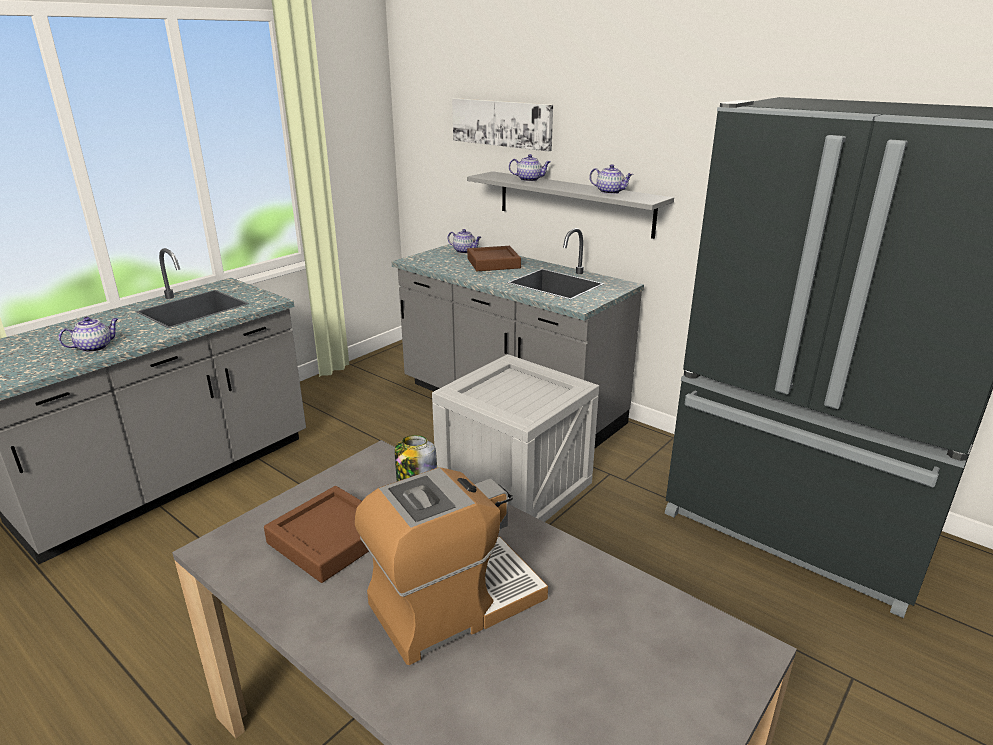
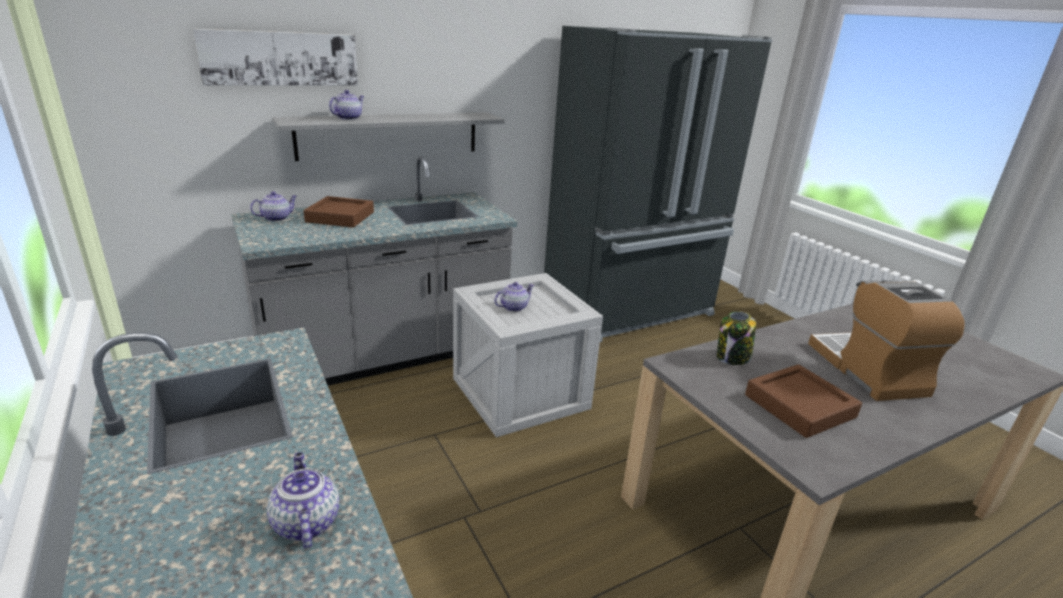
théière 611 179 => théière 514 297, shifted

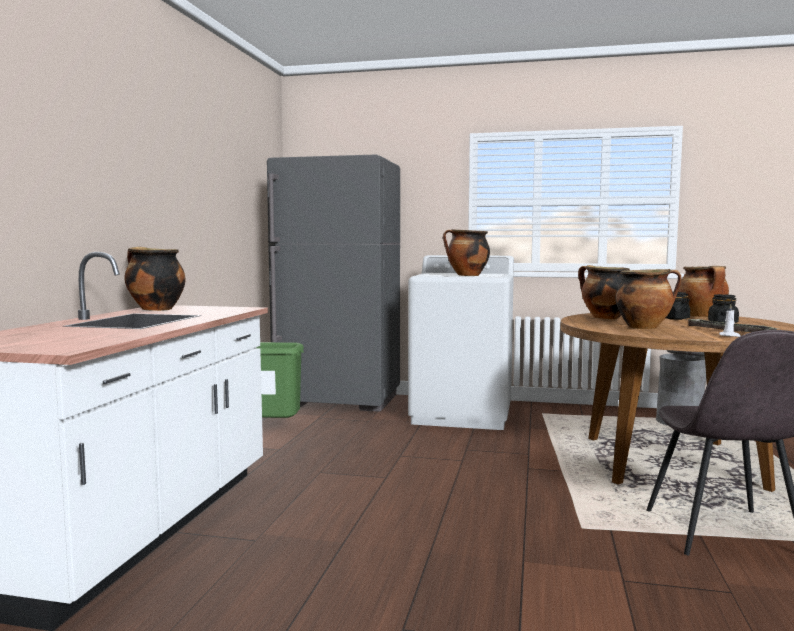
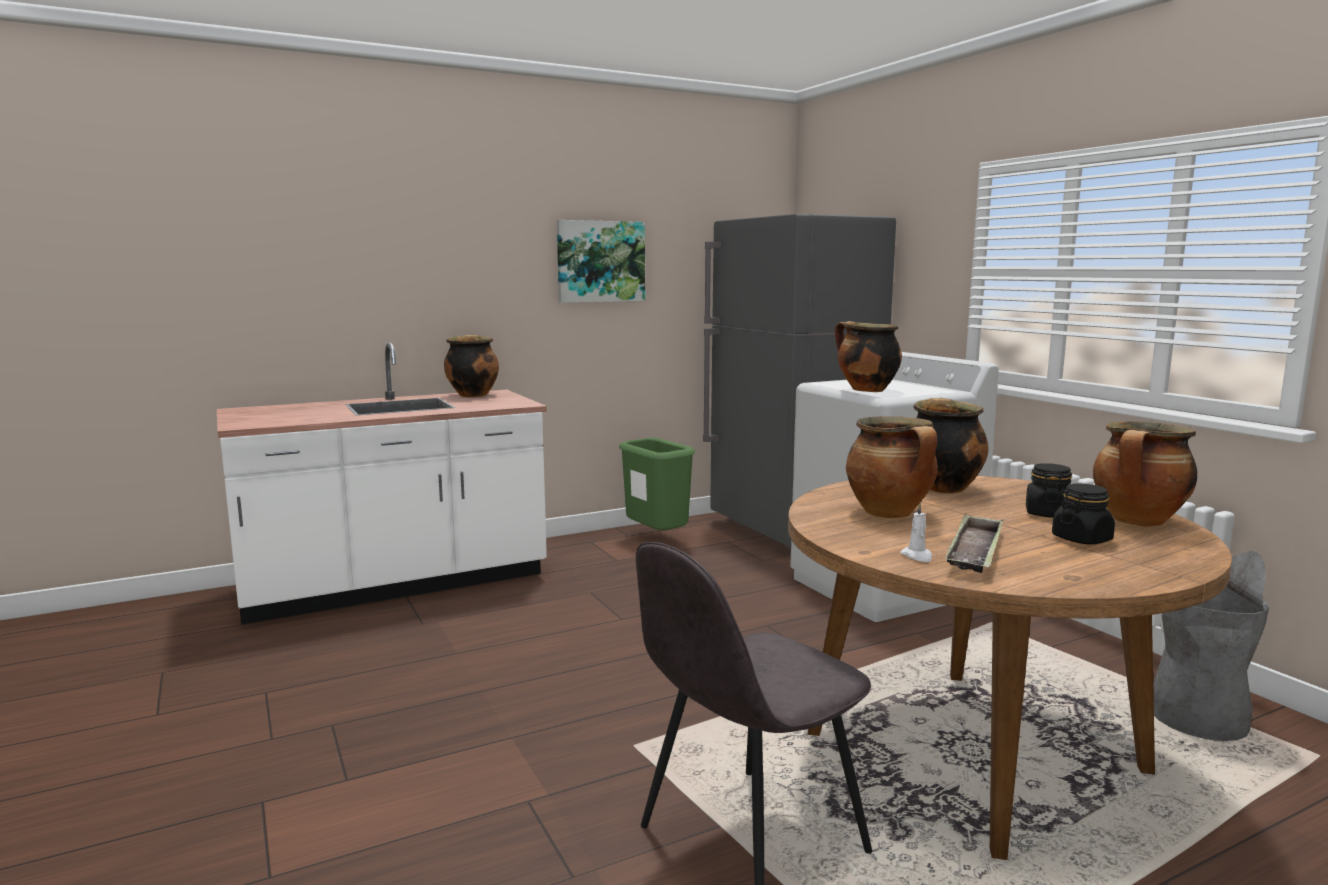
nothing => tableau 601 261

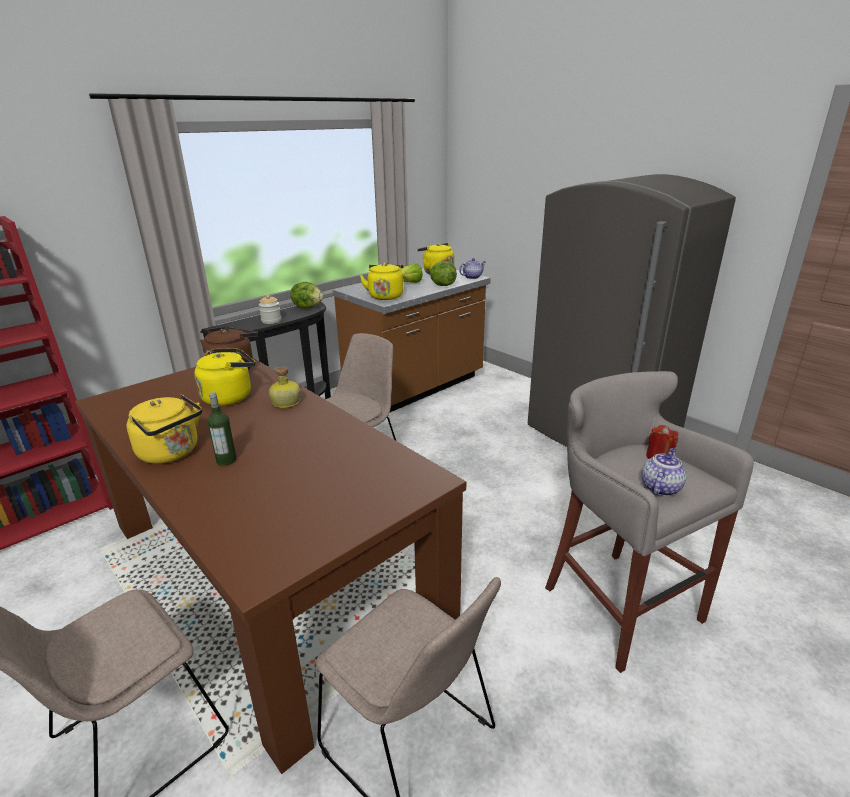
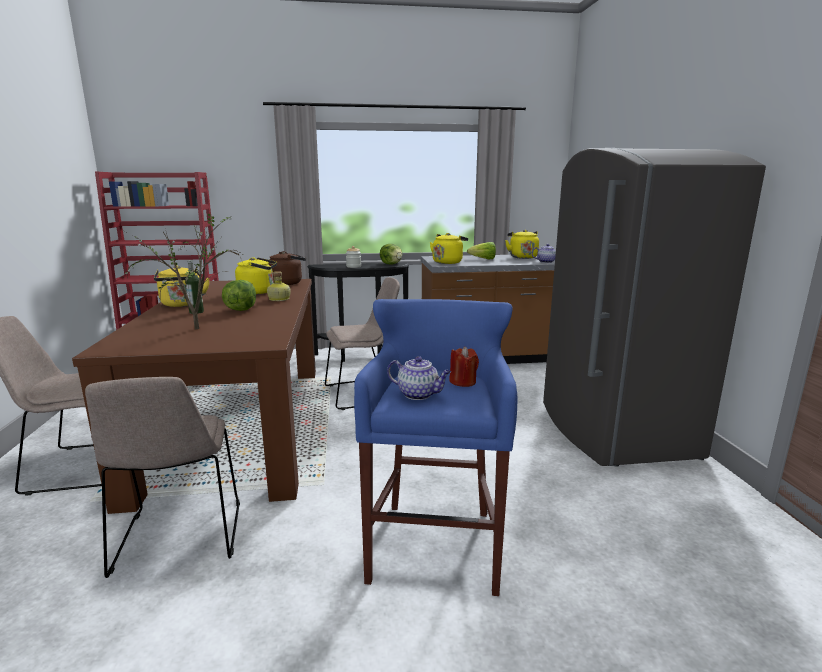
laitue 443 273 => laitue 239 295, shifted
tabouret (gris) 649 522 => tabouret (bleu) 435 447
théière 664 472 => théière 419 378, 45 degrees clockwise
nothing => plante en pot 183 271

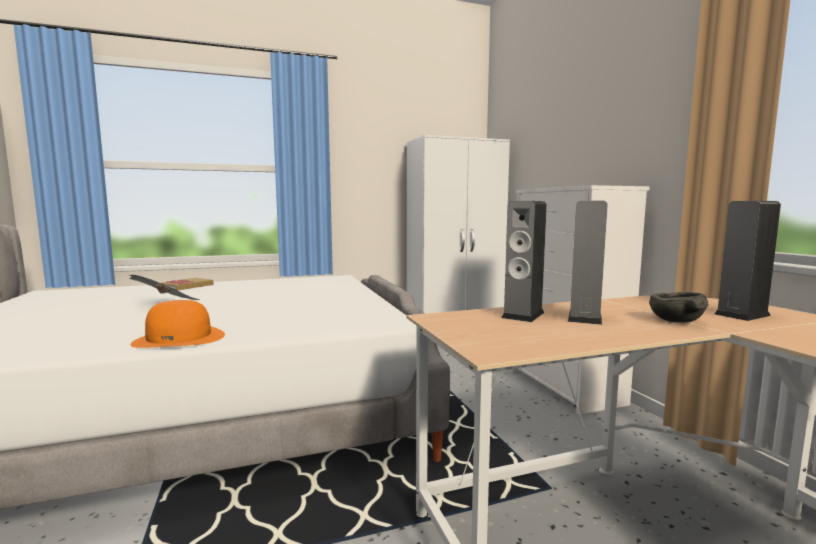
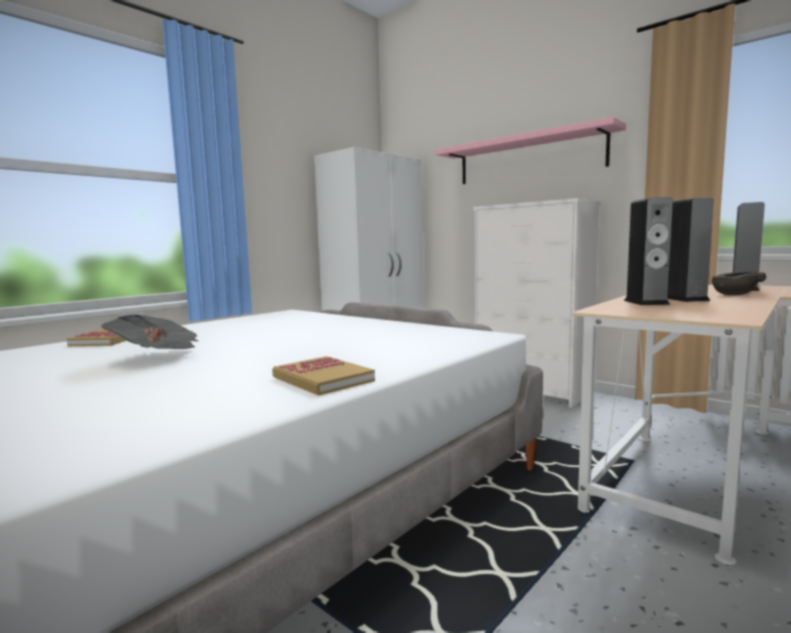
chapeau (orange) 177 324 => livre 323 375
nothing => étagère (rose) 530 150

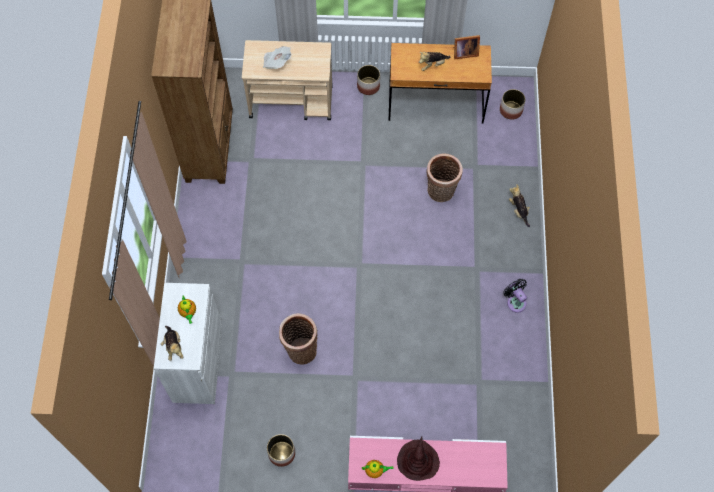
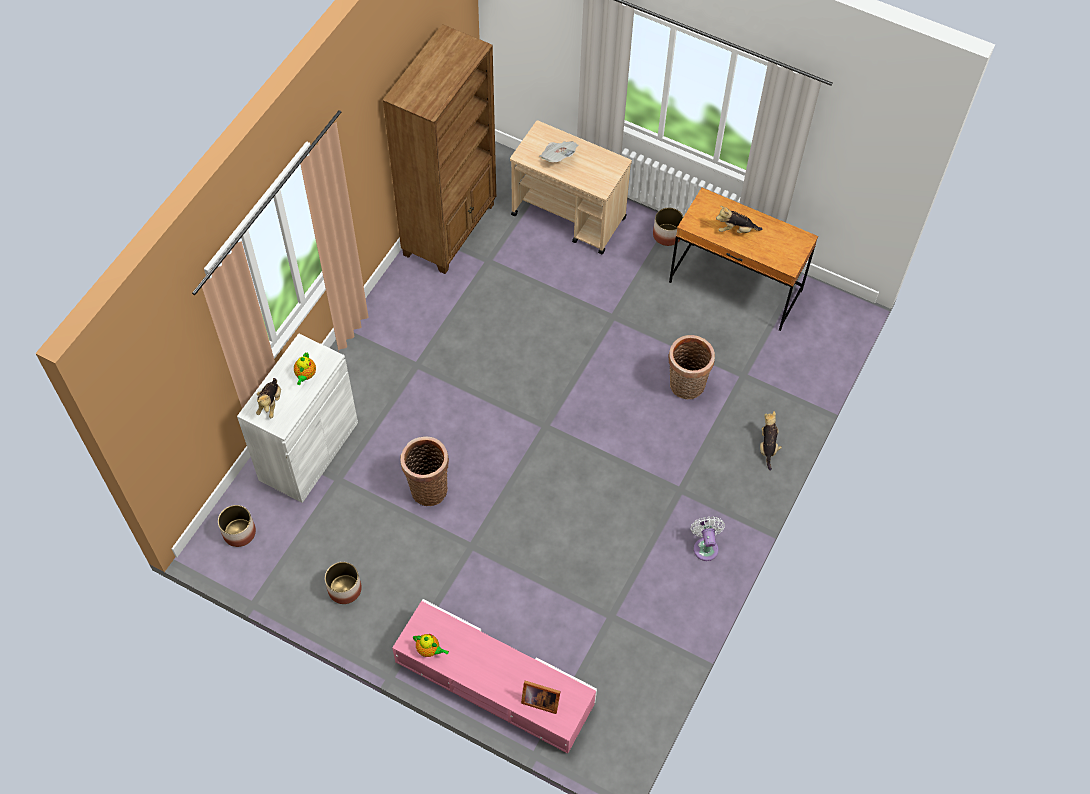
chapeau (marron) 418 458 => nothing
cadre photo 466 47 => cadre photo 541 697, shifted
cache-pot 513 104 => cache-pot 237 526, shifted
ventilateur (noir) 515 296 => ventilateur (blanc) 707 539

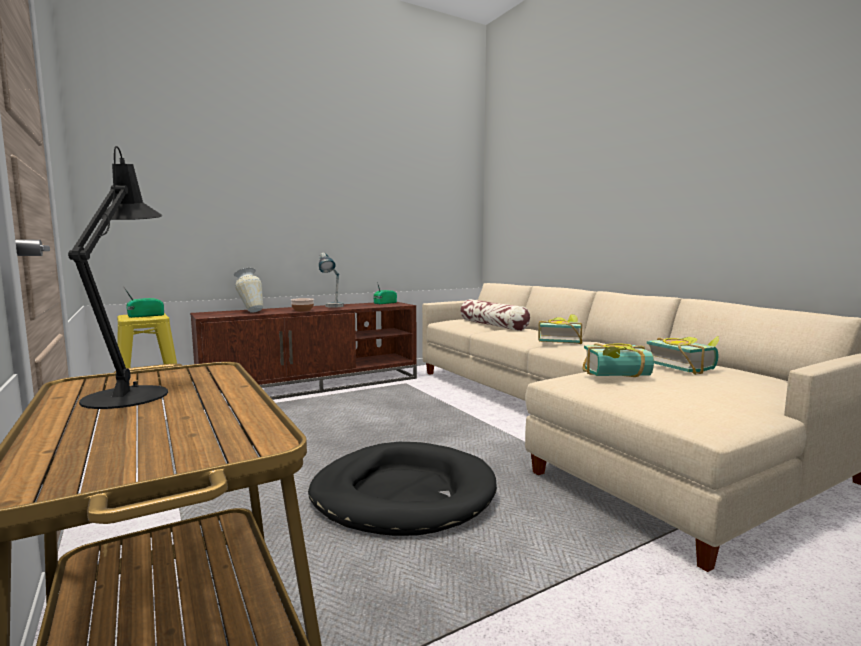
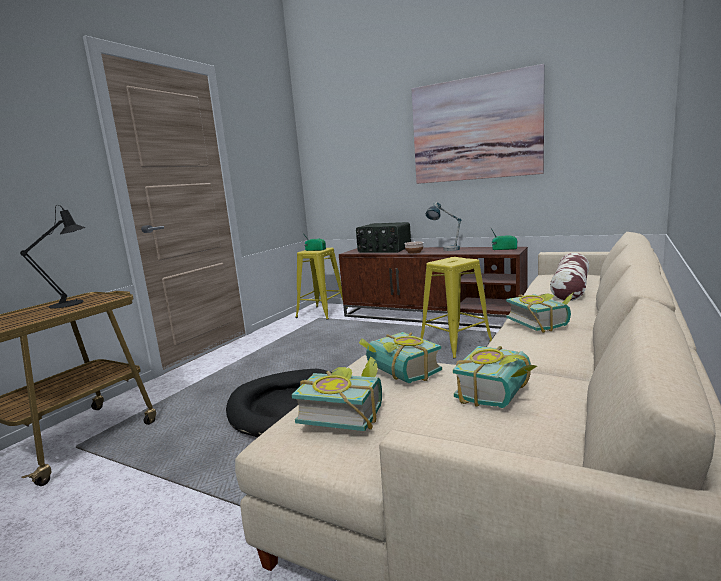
vase 248 290 => radio 383 237
nothing => livre 337 394
nothing => tableau 478 124
nothing => tabouret (jaune) 456 308

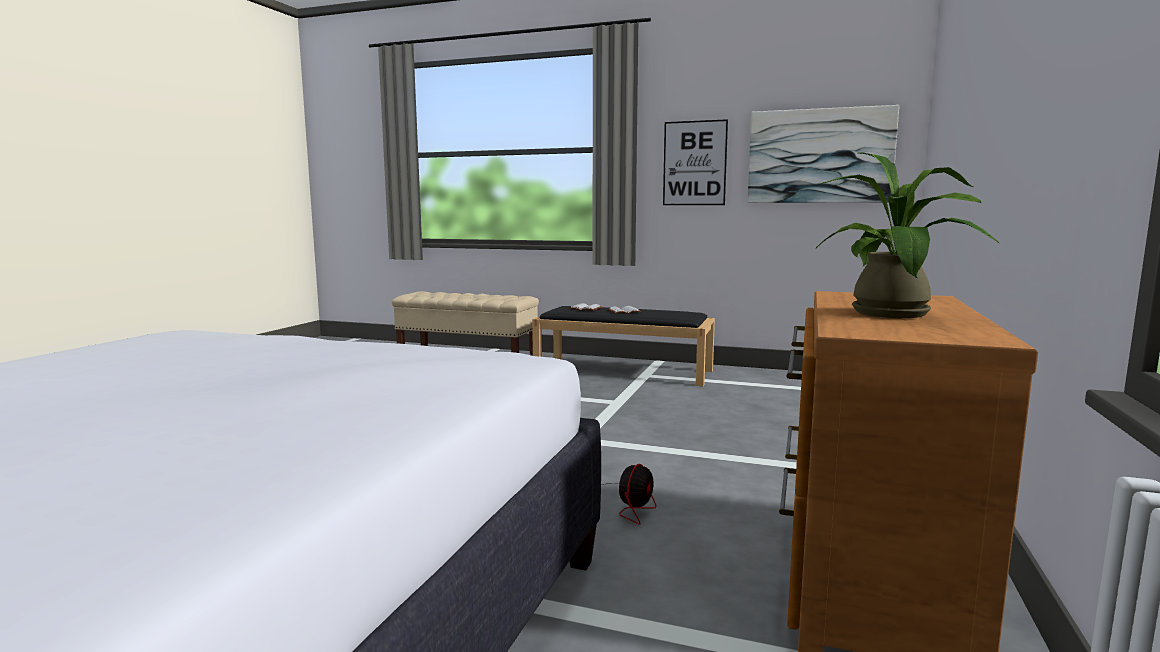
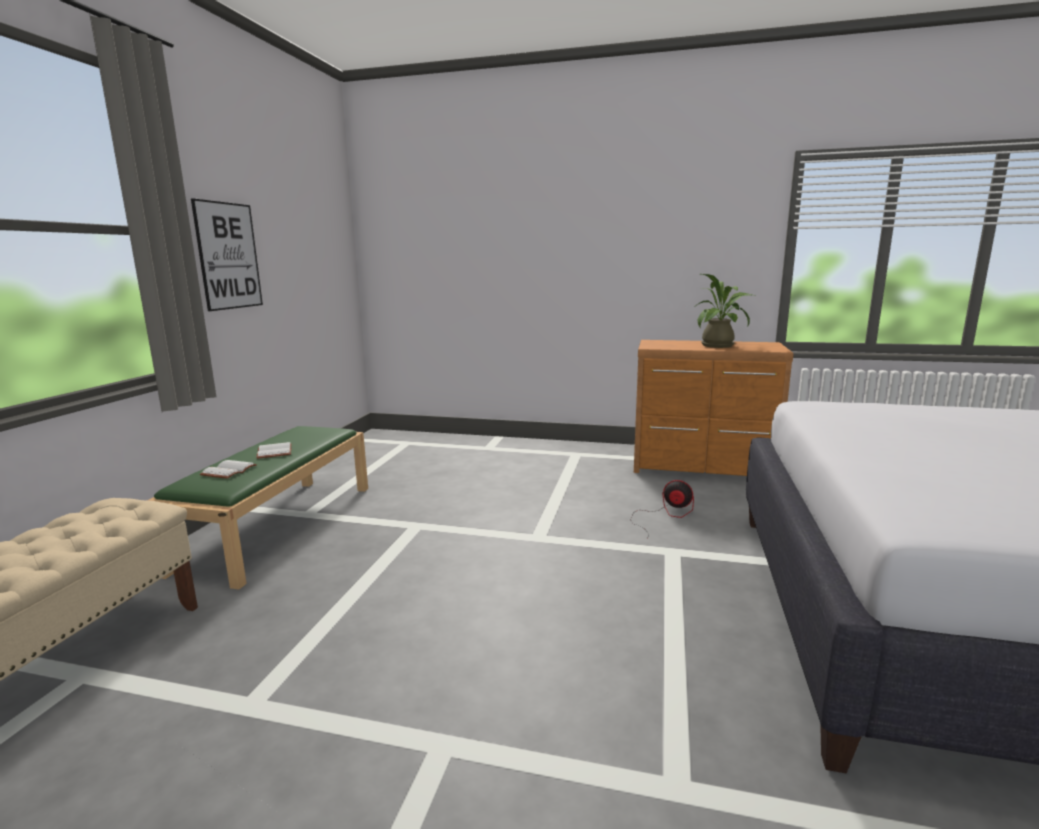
banc (noir) 623 346 => banc (vert) 258 507
tableau 823 154 => nothing

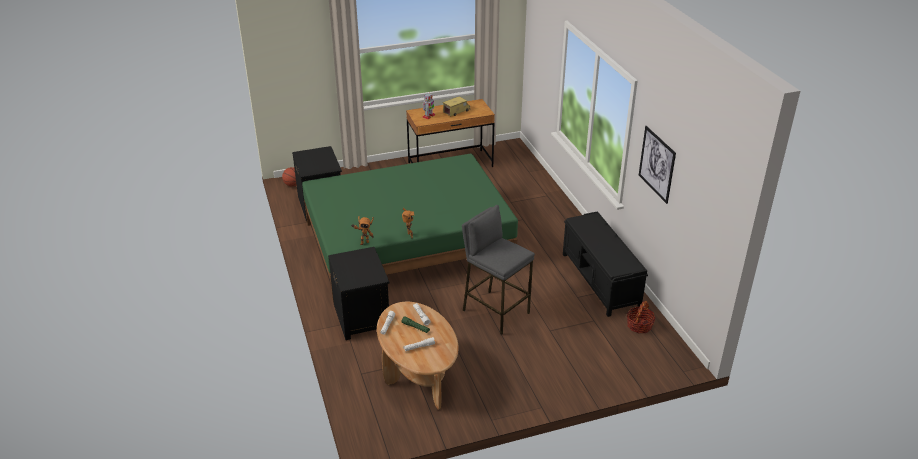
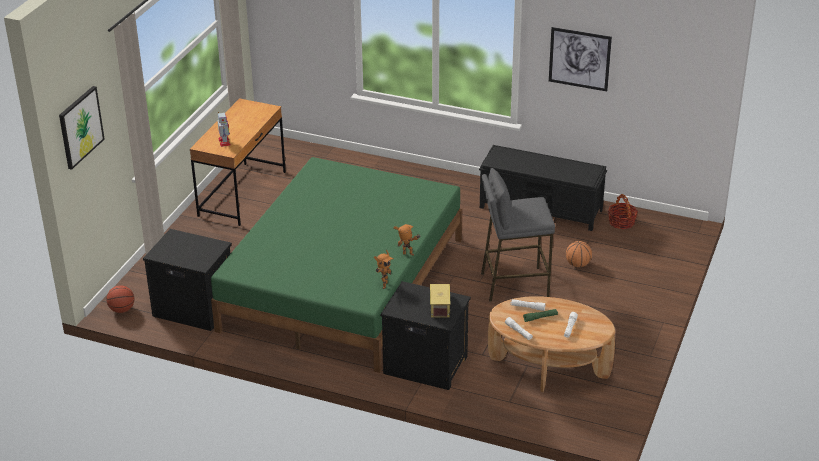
camion jouet 456 106 => camion jouet 440 300, shifted
nothing => tableau 82 128
nothing => ballon de basket 579 254

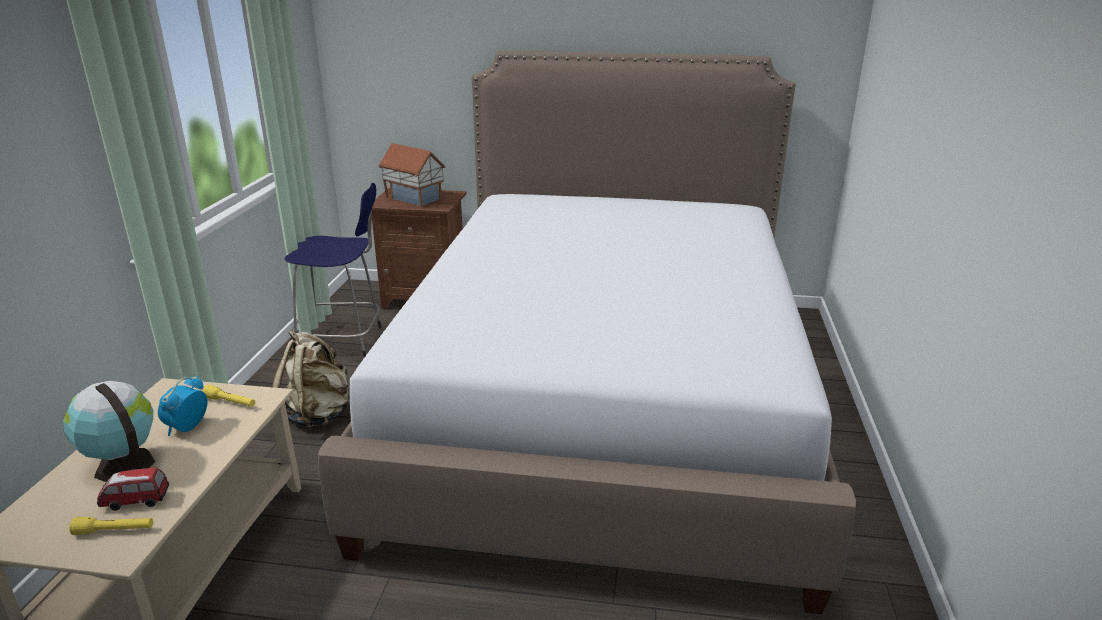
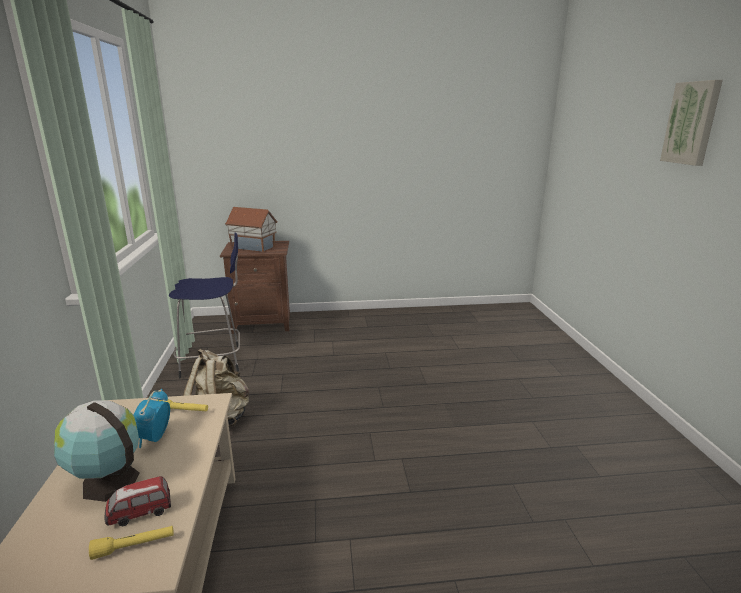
lit 587 332 => nothing
nothing => tableau 691 123

